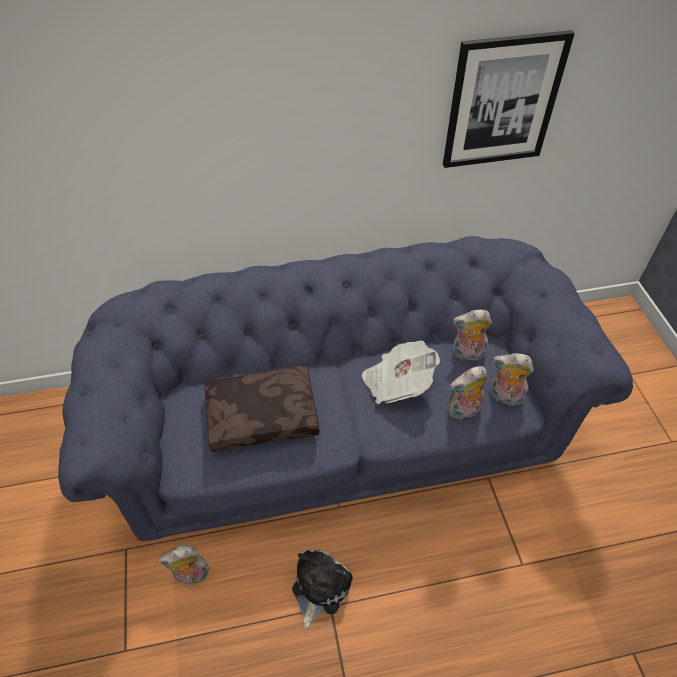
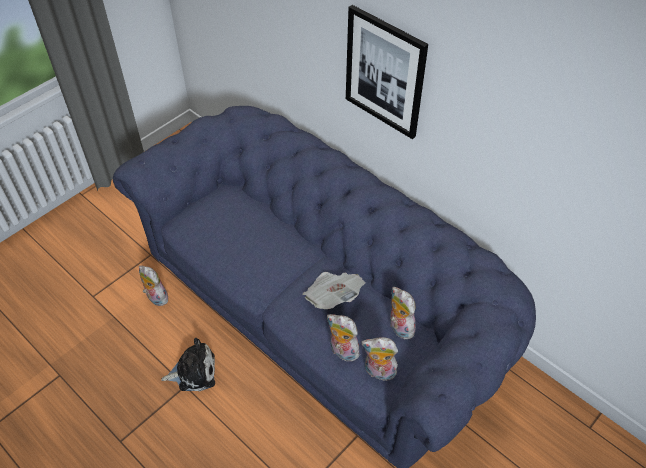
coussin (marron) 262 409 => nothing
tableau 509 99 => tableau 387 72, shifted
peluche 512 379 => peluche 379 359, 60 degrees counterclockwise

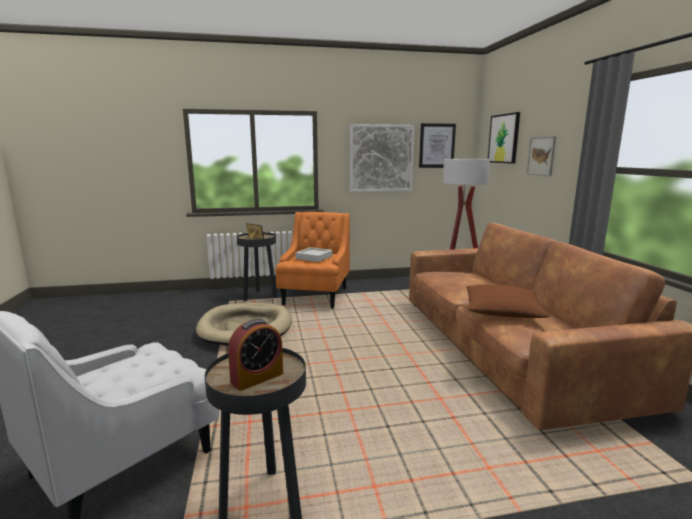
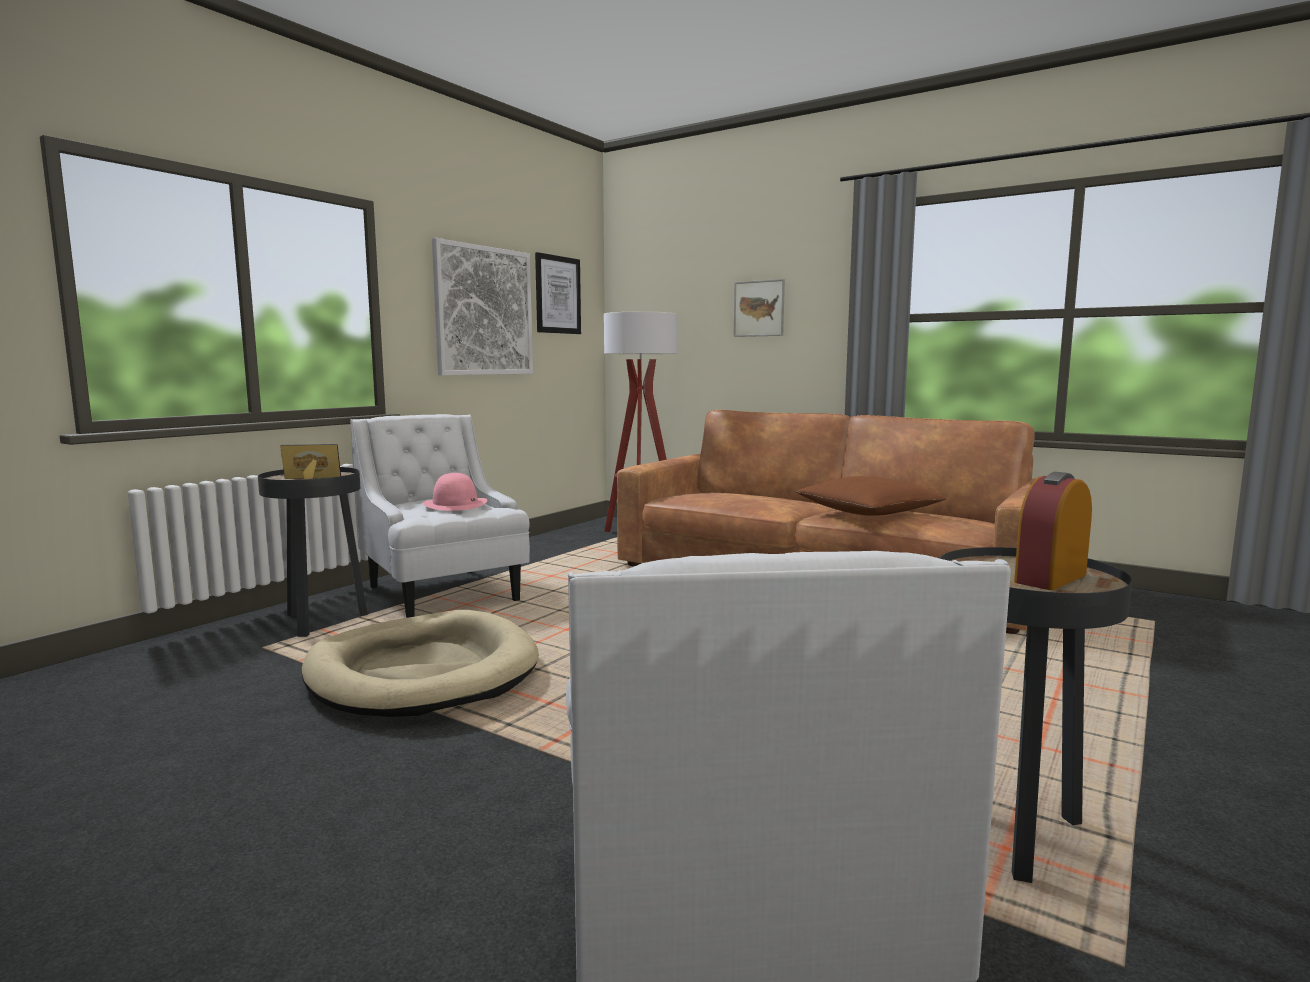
réveil 255 355 => réveil 1053 531, 135 degrees counterclockwise
fauteuil (orange) 312 260 => fauteuil (blanc) 440 516
plateau (gris) 314 254 => chapeau (rose) 454 492
tableau 504 138 => nothing

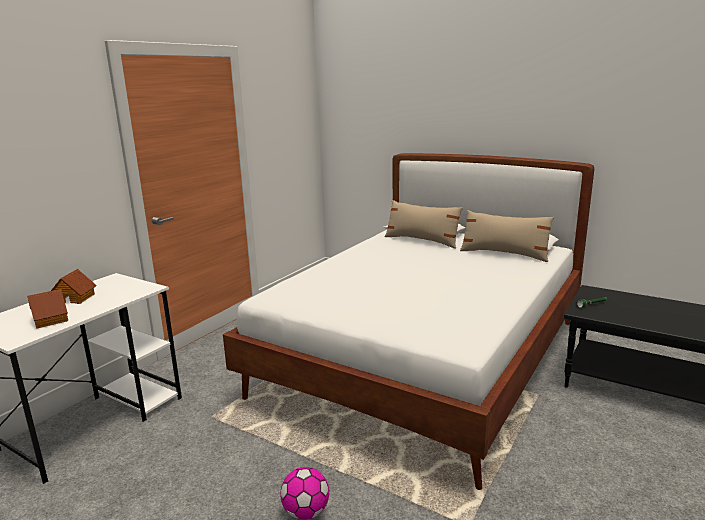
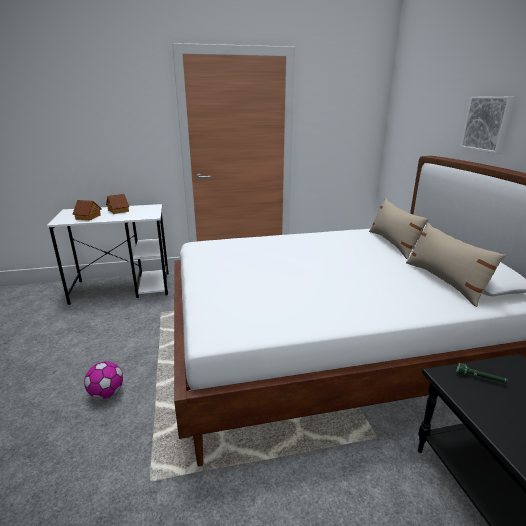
nothing => tableau 487 124

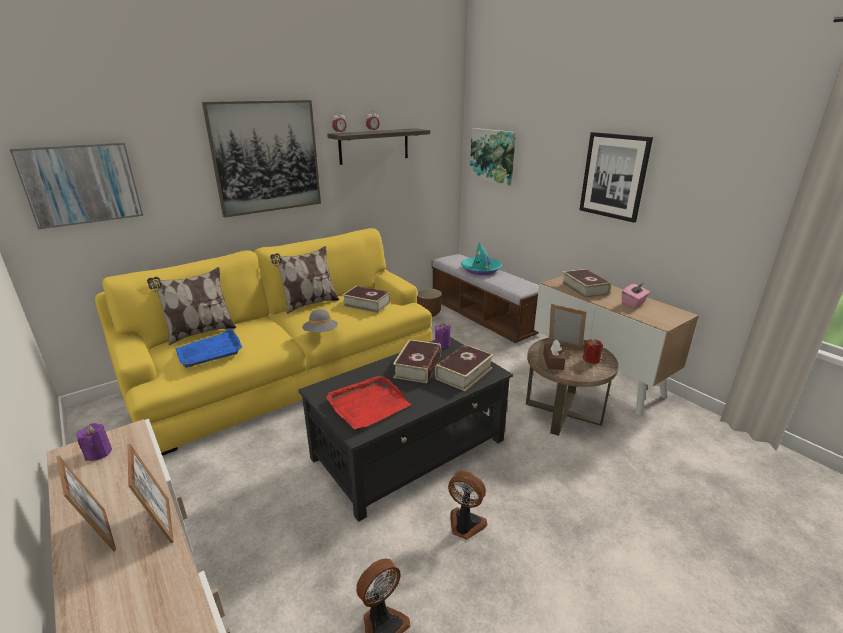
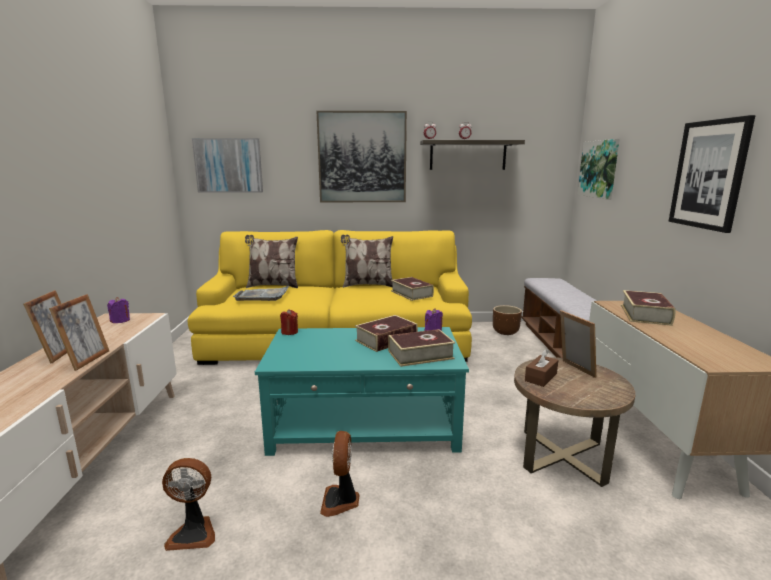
plateau (bleu) 209 348 => plateau (gris) 261 293
table basse (noir) 405 429 => table basse (turquoise) 362 391
chapeau (gris) 320 320 => nothing
plateau (rouge) 368 403 => nothing
ventilateur 468 505 => ventilateur 340 474, 150 degrees counterclockwise
chapeau (turquoise) 481 259 => nothing
bougie (rouge) 592 351 => bougie (rouge) 289 322, shifted
boîte à mouchoirs (rose) 636 295 => nothing

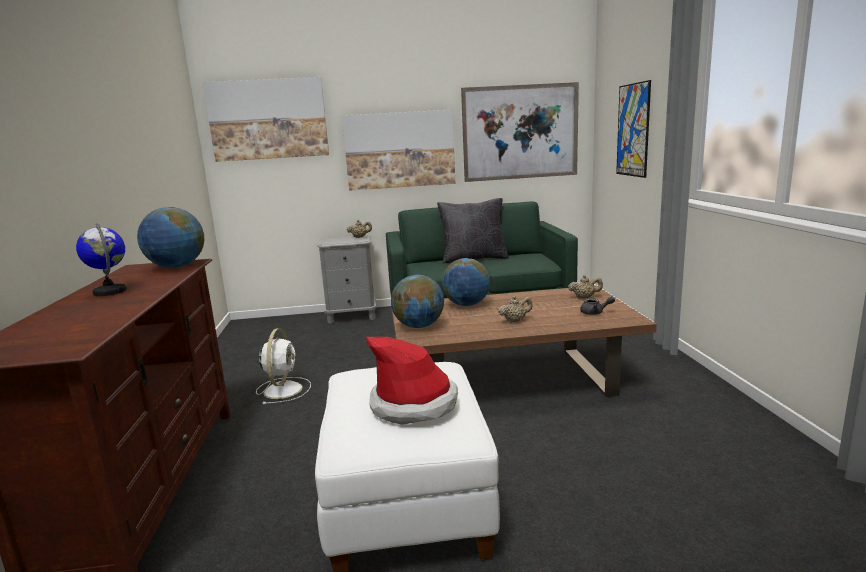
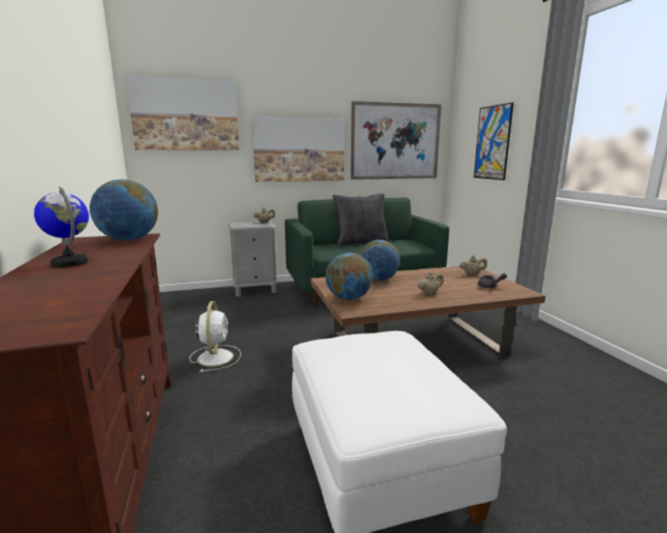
chapeau 412 381 => nothing

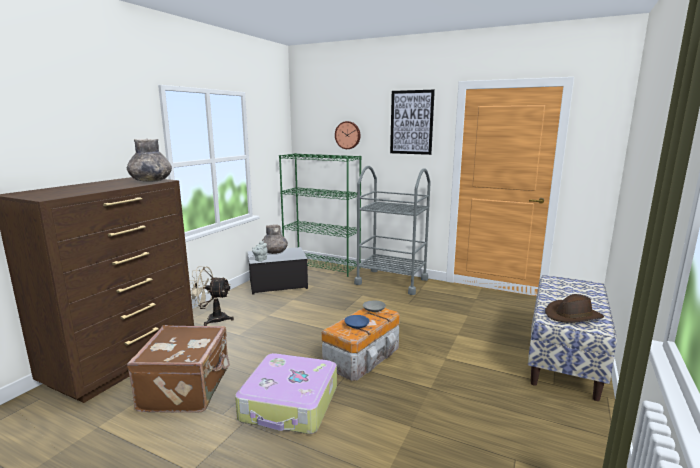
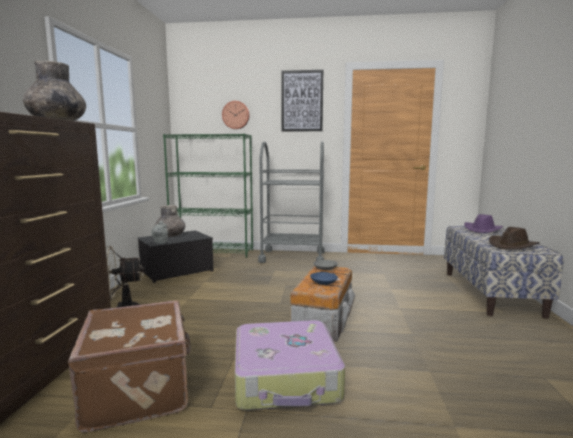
nothing => chapeau (violet) 483 223

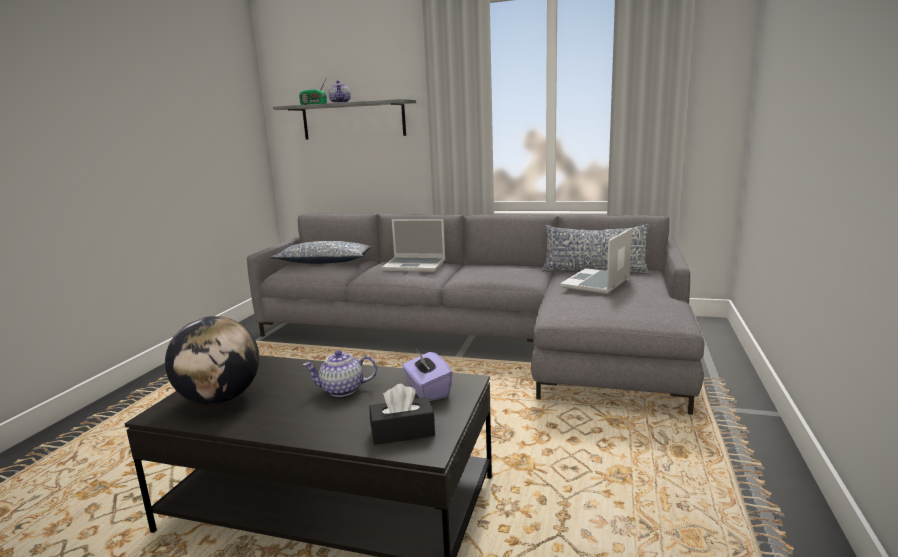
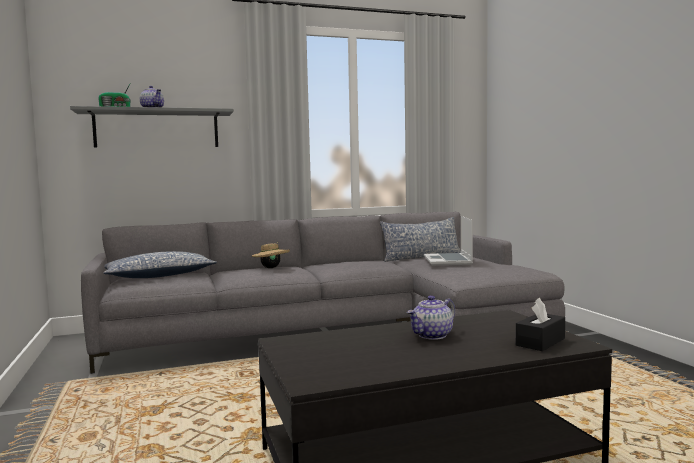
globe 212 360 => nothing
ordinateur portable 413 245 => chapeau (beige) 271 255
boîte à mouchoirs (violet) 427 375 => nothing

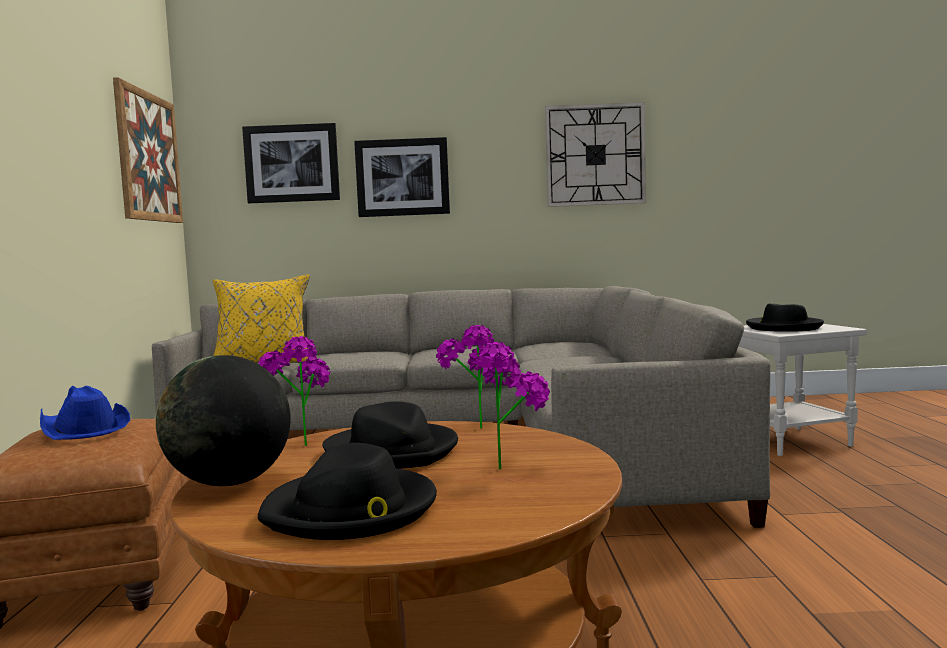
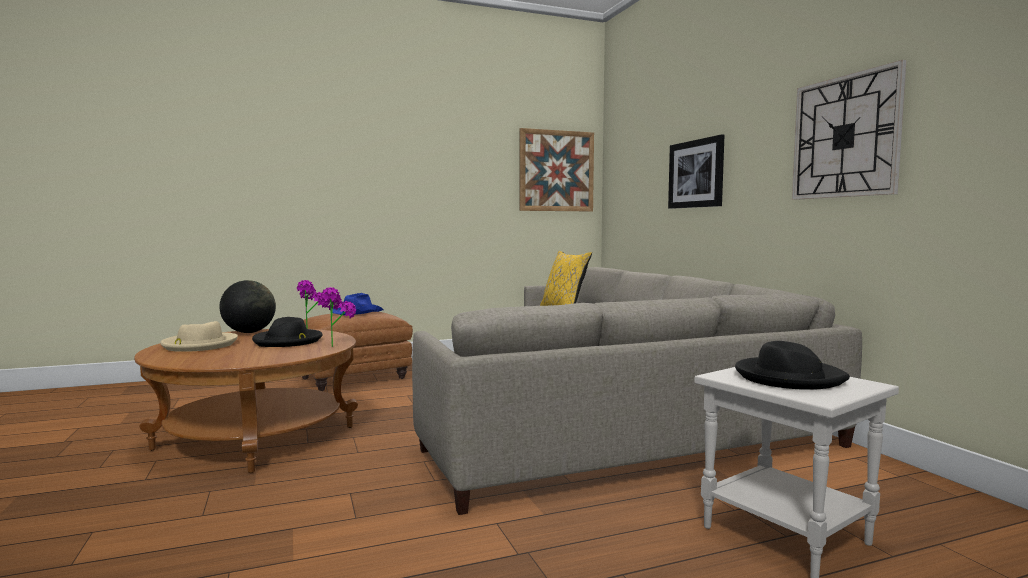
tableau 291 163 => nothing
chapeau (noir) 347 491 => chapeau (beige) 199 336
plante en pot 513 405 => nothing

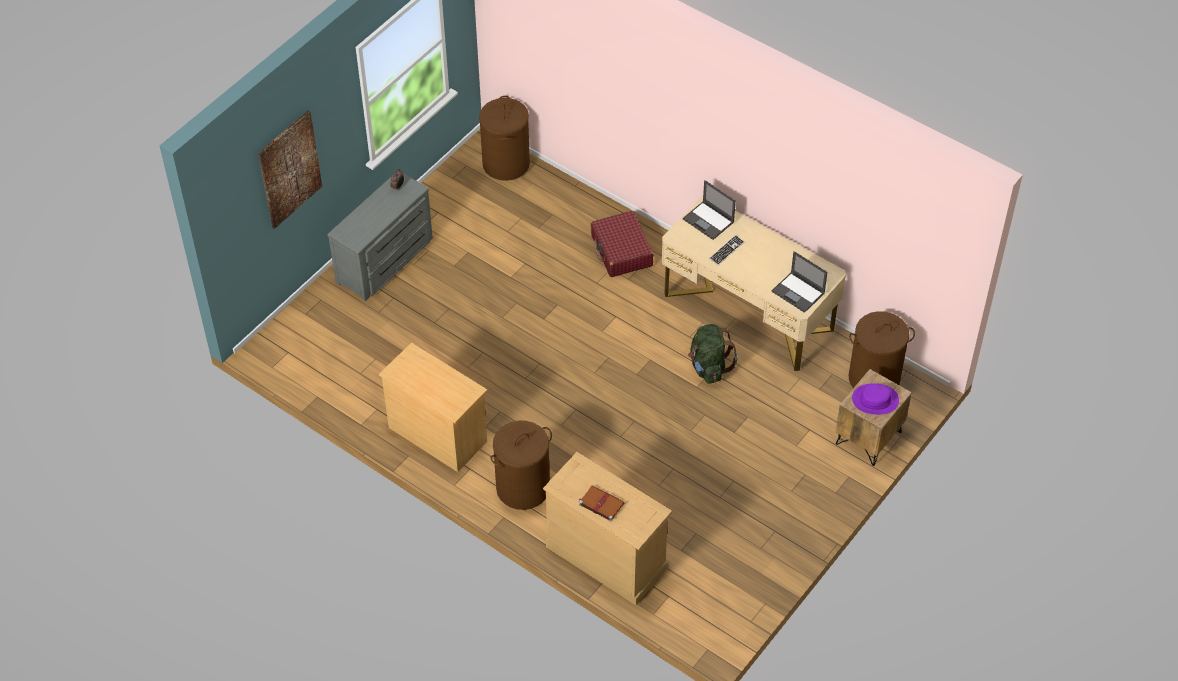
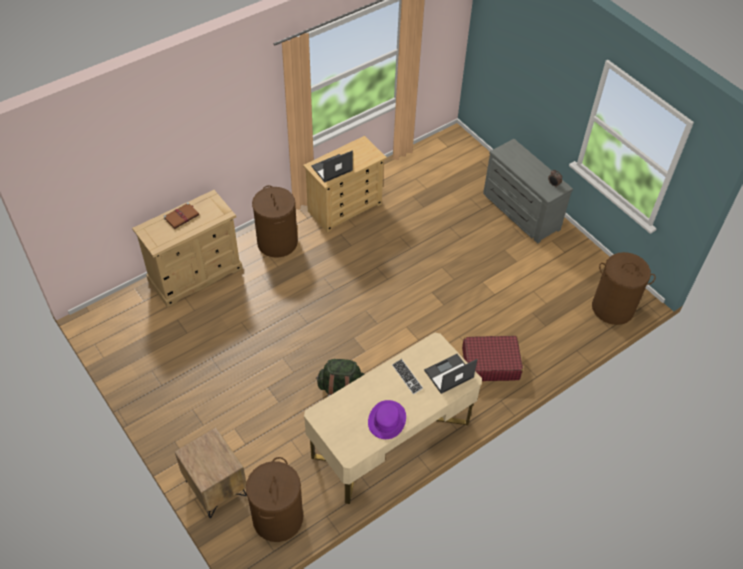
tableau 290 169 => nothing
ordinateur portable 800 282 => ordinateur portable 332 166, shifted
chapeau (violet) 875 399 => chapeau (violet) 387 419, shifted

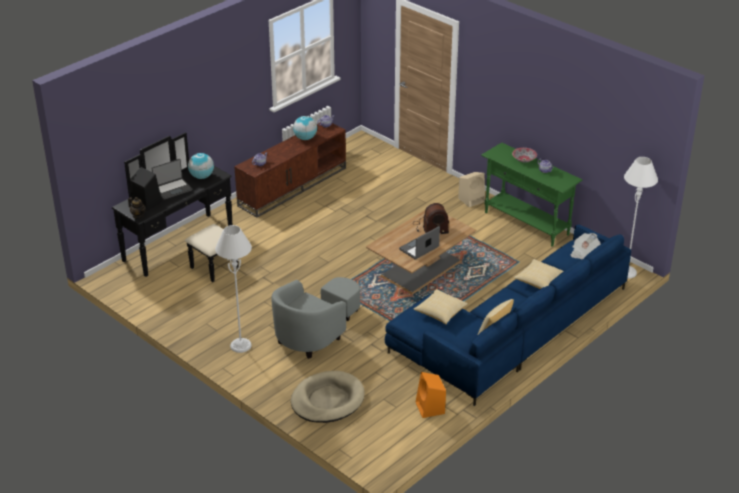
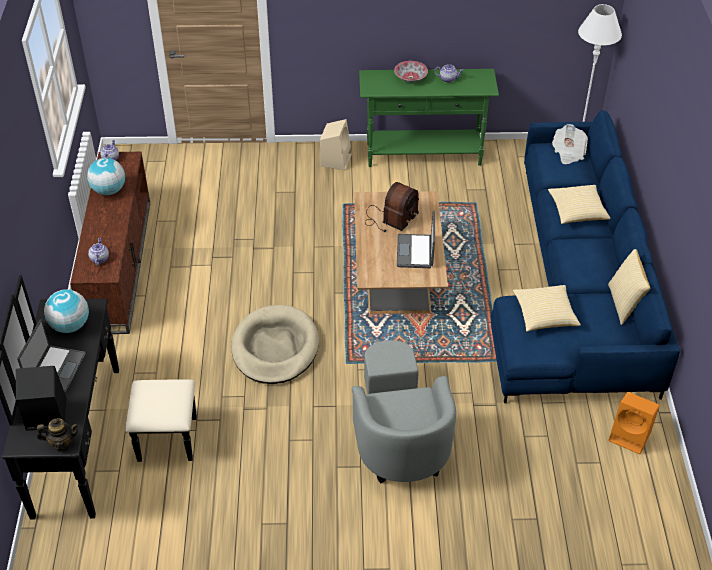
lampadaire (blanc) 233 289 => nothing
panier pour chien (beige) 328 397 => panier pour chien (beige) 275 344, shifted

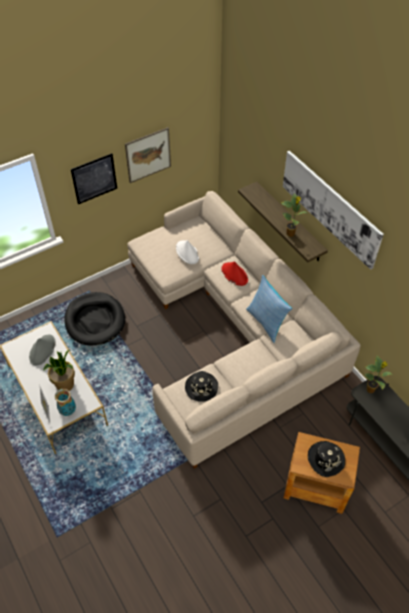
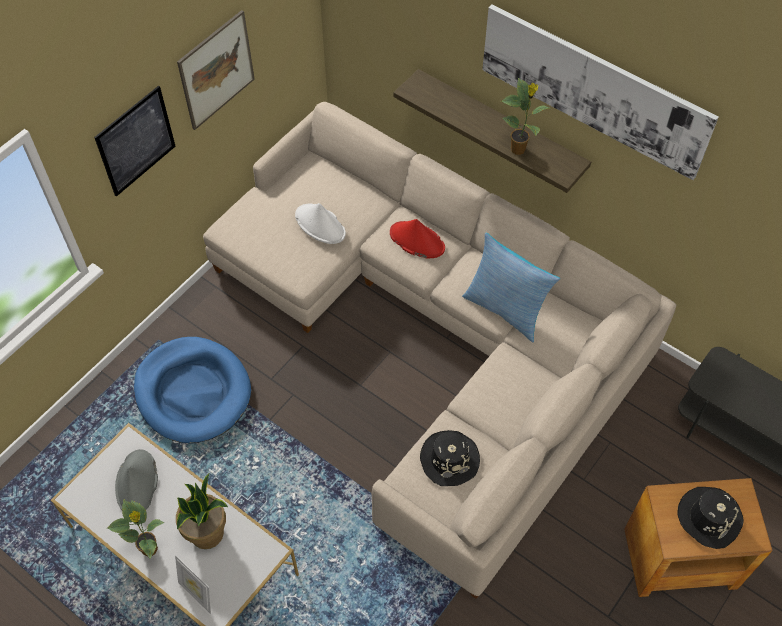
vase 65 402 => nothing
panier pour chien (noir) 95 319 => panier pour chien (bleu) 192 390
plante en pot 378 374 => plante en pot 136 529, shifted

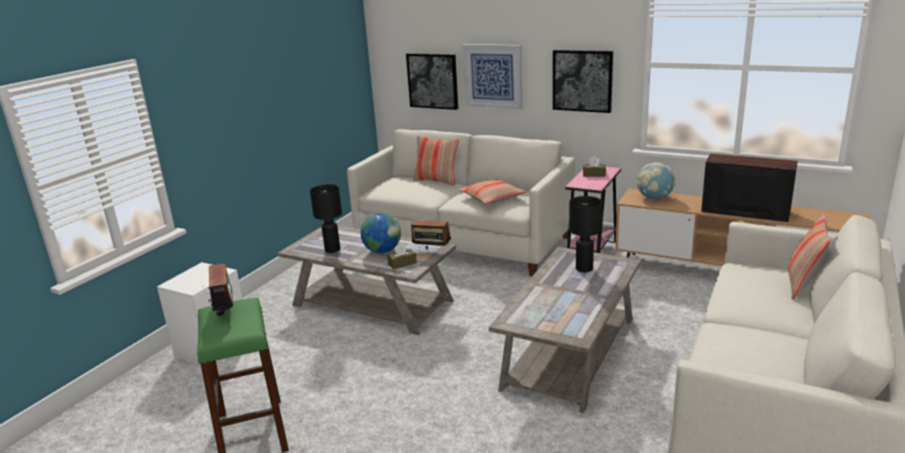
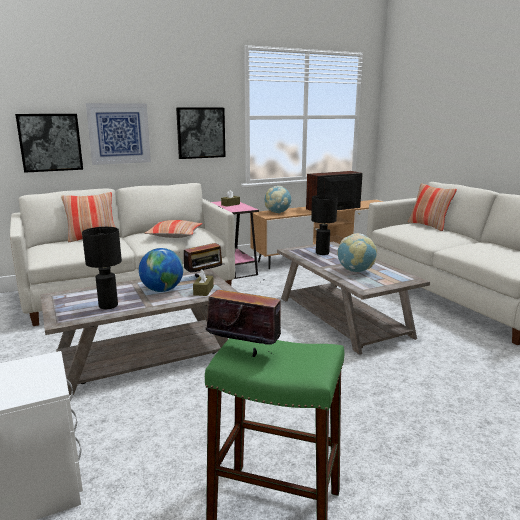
nothing => globe 357 252

